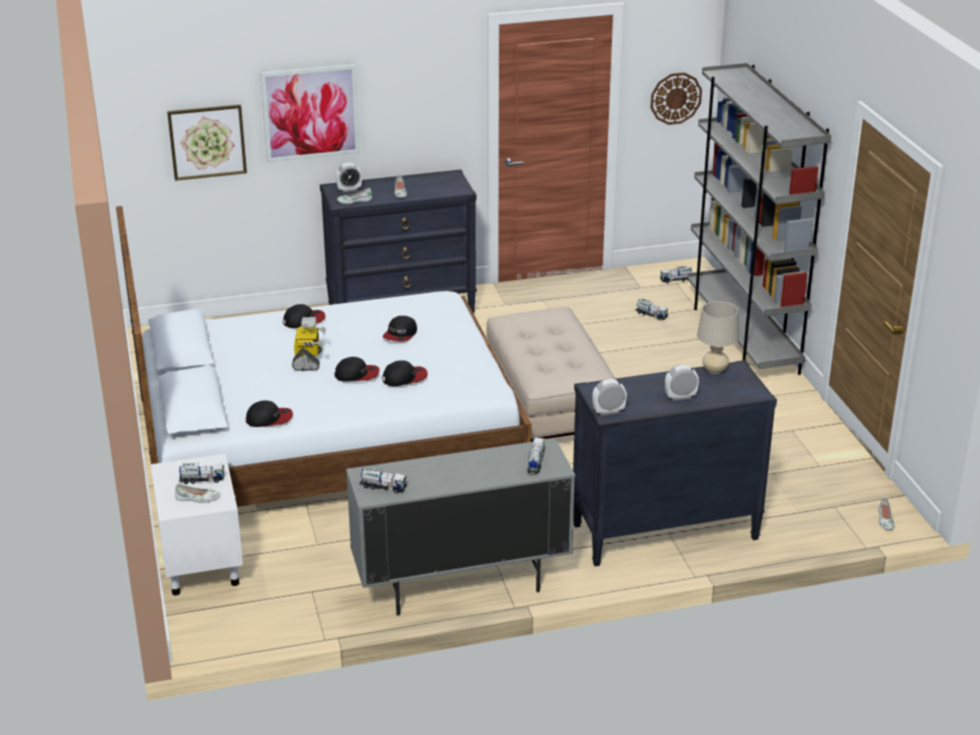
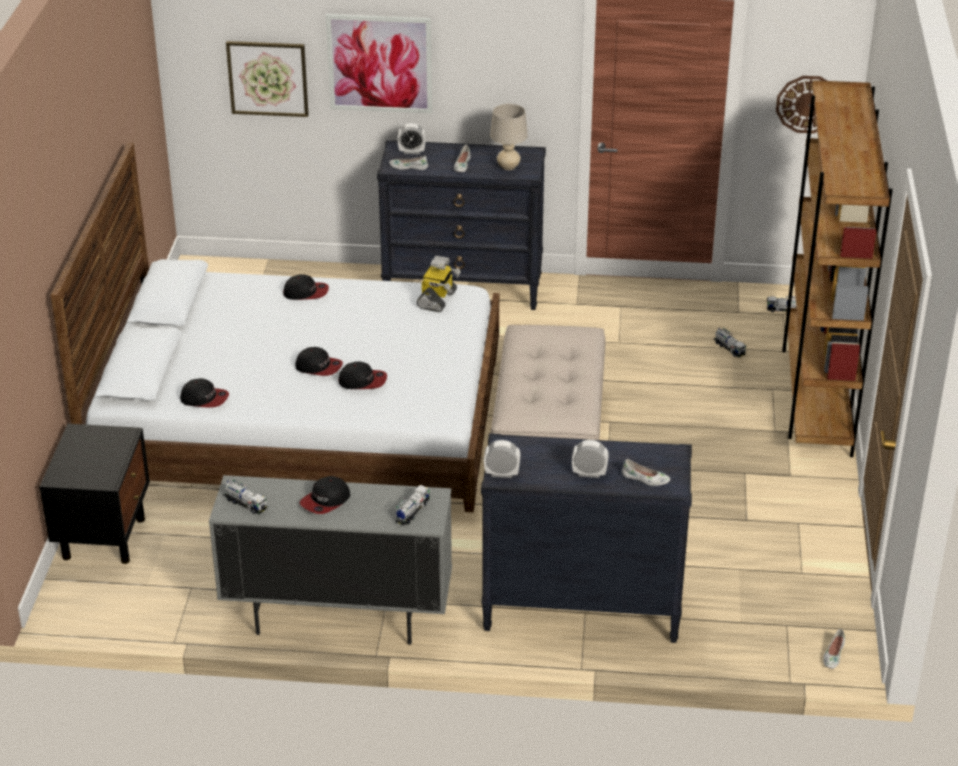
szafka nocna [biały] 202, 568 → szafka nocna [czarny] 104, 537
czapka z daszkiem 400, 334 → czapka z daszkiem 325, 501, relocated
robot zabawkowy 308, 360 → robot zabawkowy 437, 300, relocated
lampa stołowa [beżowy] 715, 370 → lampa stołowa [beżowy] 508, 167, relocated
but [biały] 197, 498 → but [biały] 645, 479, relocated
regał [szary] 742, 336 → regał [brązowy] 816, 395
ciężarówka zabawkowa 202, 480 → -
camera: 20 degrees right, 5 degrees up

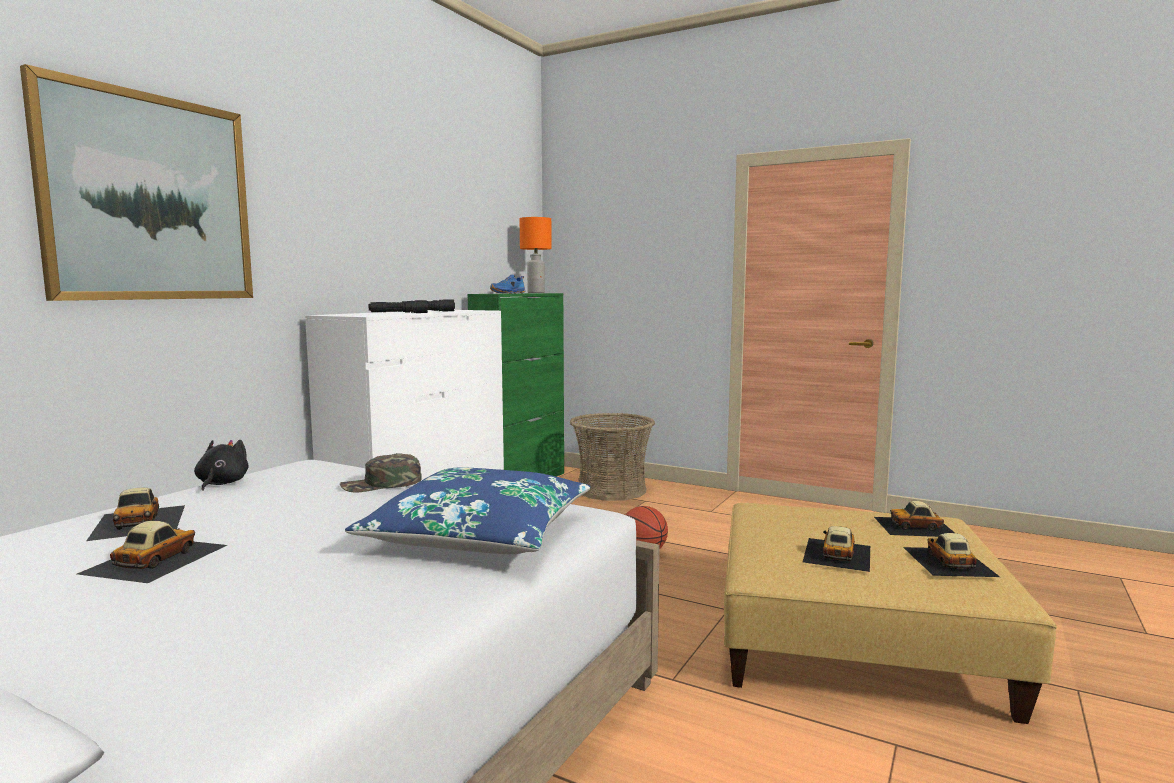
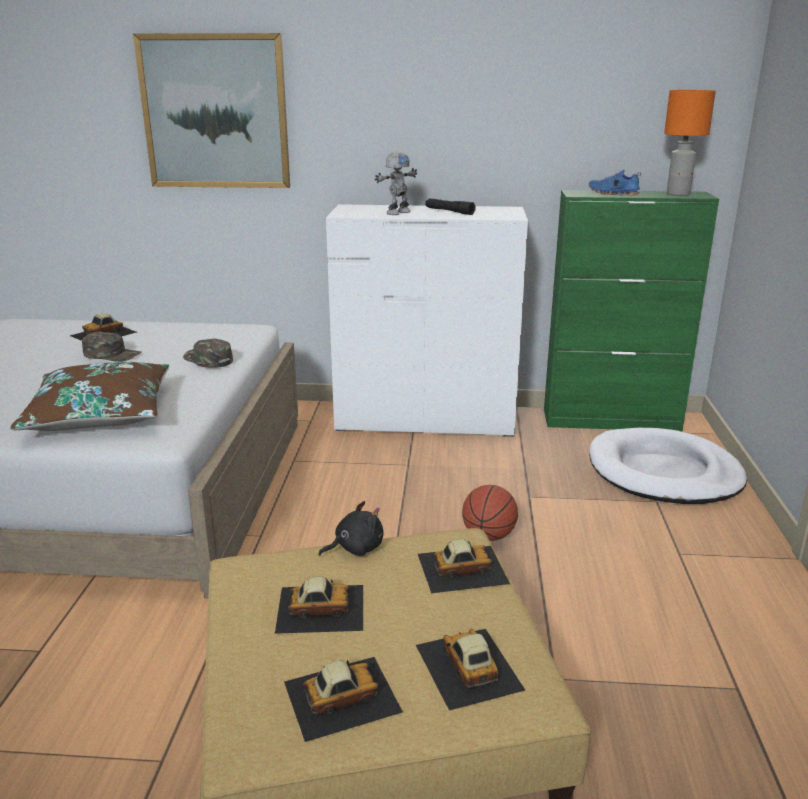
poduszka [niebieski] 479, 535 → poduszka [brązowy] 100, 413
- → czapka z daszkiem [zielony] 112, 354
pluszak [czarny] 221, 483 → pluszak [czarny] 355, 548, relocated
latarka [czarny] 398, 313 → robot zabawkowy 397, 213
samochodzik 154, 559 → samochodzik 461, 568, relocated
koszyk 611, 490 → legowisko [biały] 663, 472
camera: 65 degrees right, 15 degrees up

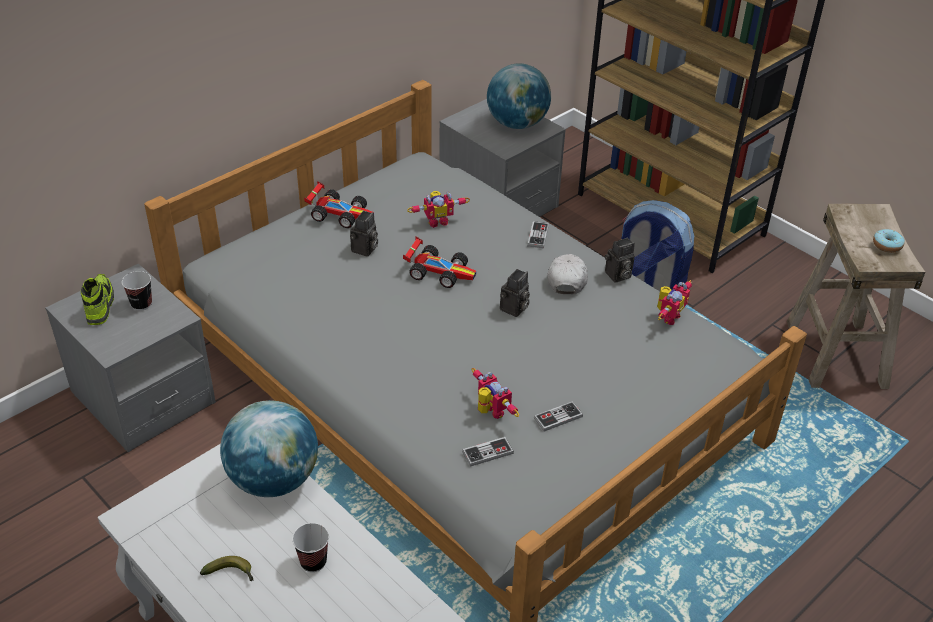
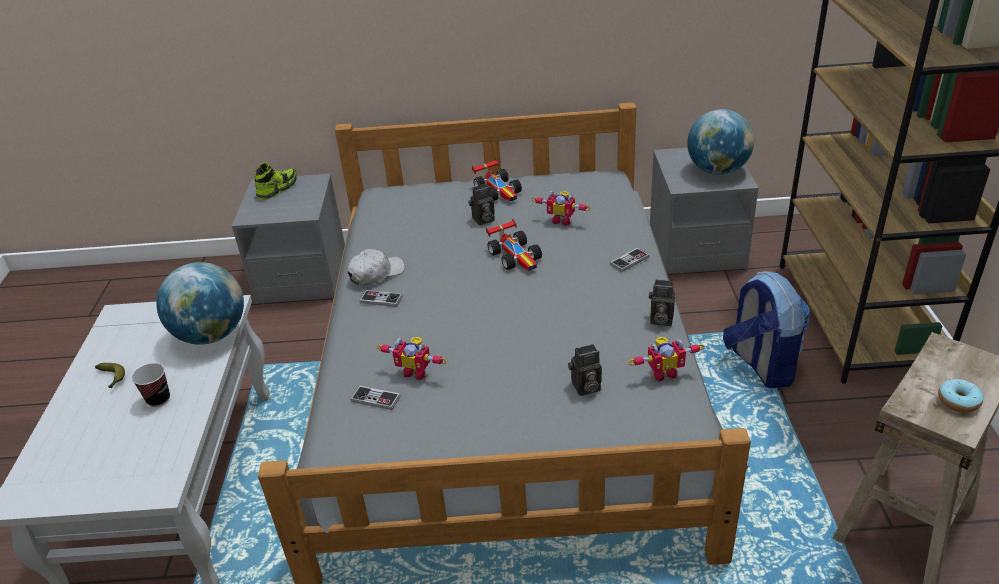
czapka z daszkiem [biały] 567, 278 → czapka z daszkiem [biały] 376, 274, relocated
pad do gier 558, 417 → pad do gier 381, 300, relocated
robot zabawkowy 490, 412 → robot zabawkowy 416, 371, 105 degrees clockwise
aparat fotograficzny 514, 309 → aparat fotograficzny 585, 388, relocated
filiżanka 141, 304 → -
camera: 45 degrees right, 5 degrees down

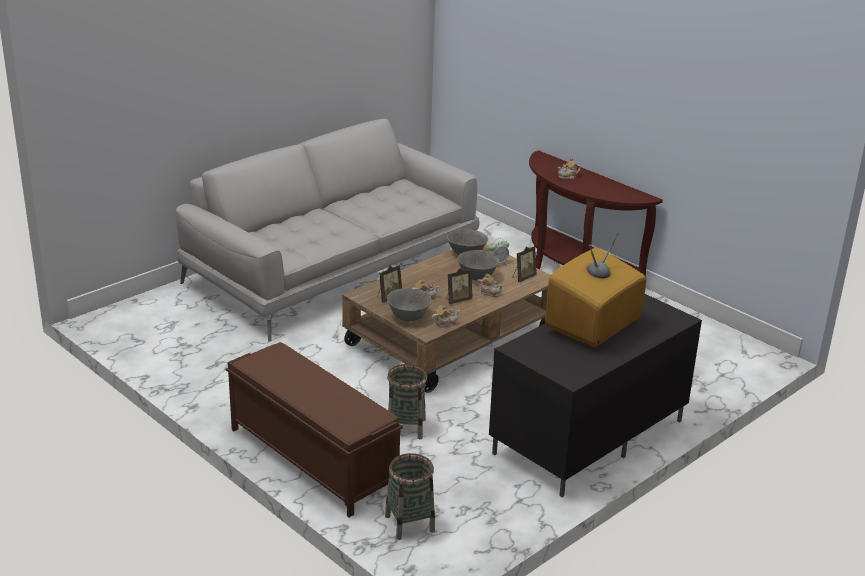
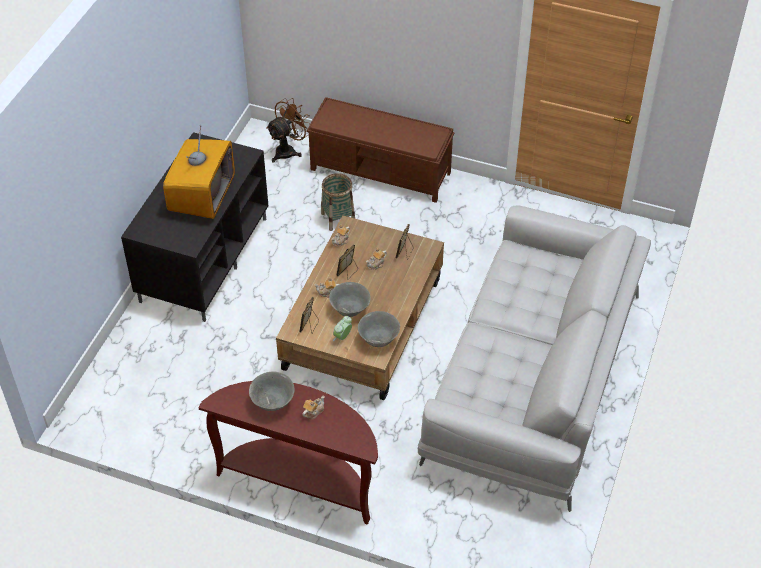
miska [szary] 408, 317 → miska [szary] 273, 402, relocated
koszyk 410, 523 → wentylator [brązowy] 289, 150
camera: 155 degrees right, 20 degrees up

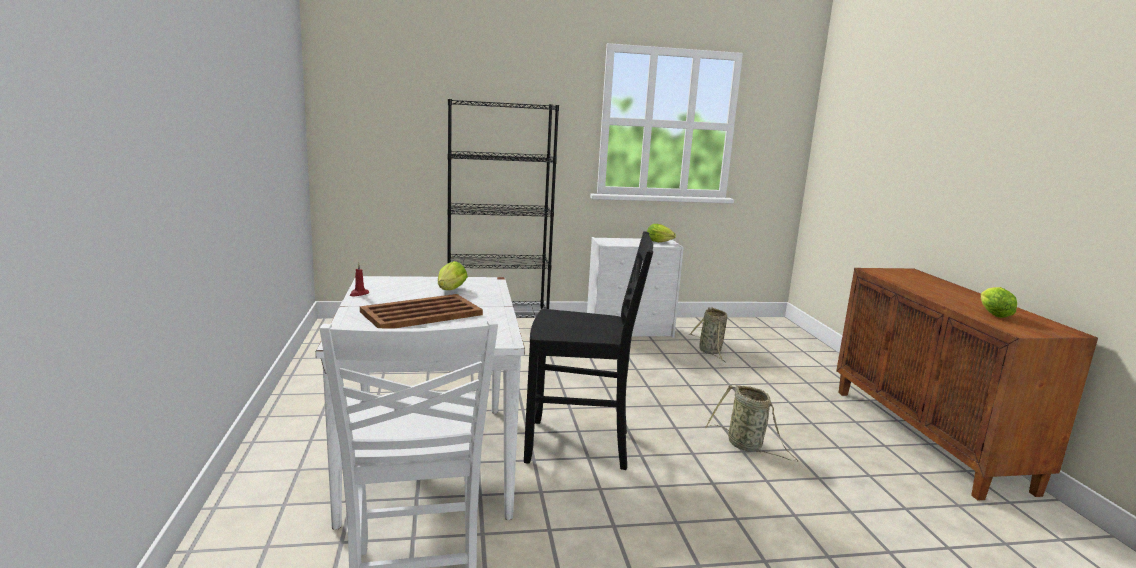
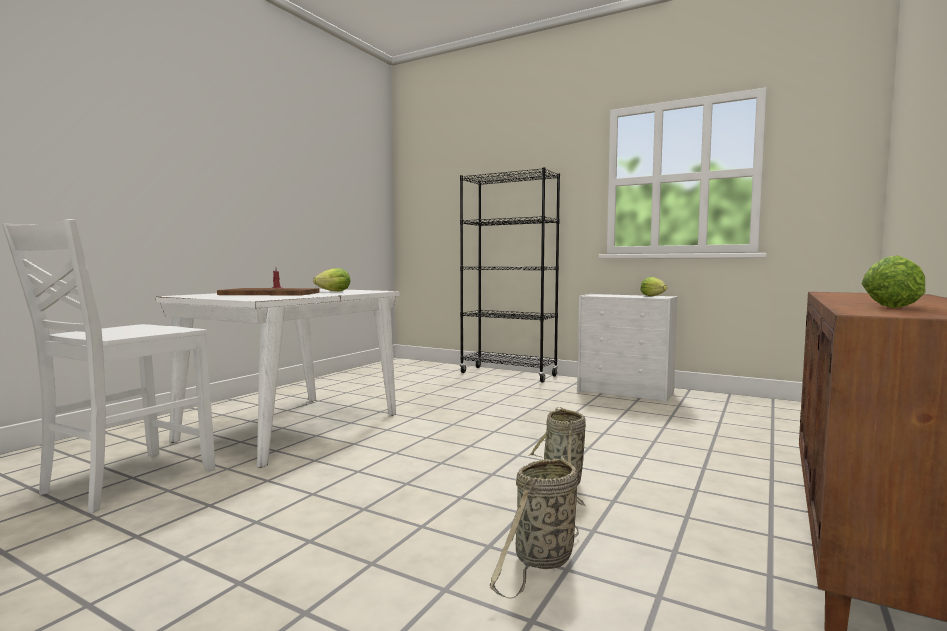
koszyk 710, 352 → koszyk 542, 561, relocated
krzesło [czarny] 580, 446 → -
camera: 40 degrees right, 10 degrees down

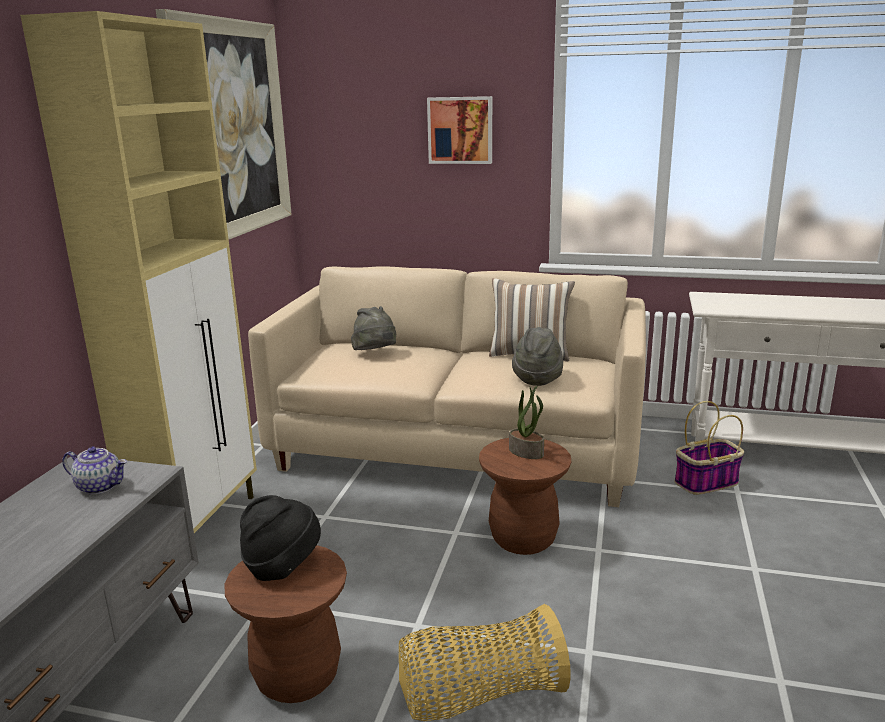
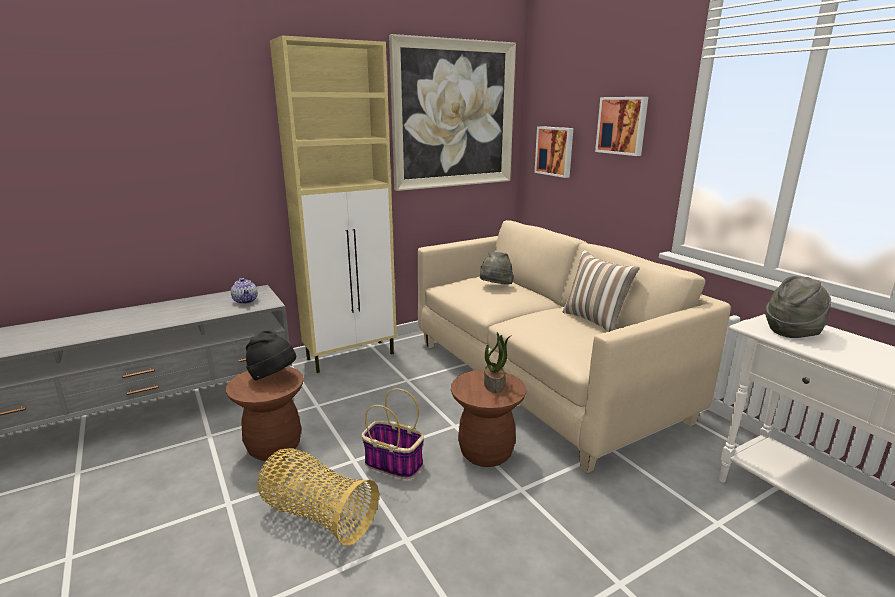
koszyk 706, 483 → koszyk 392, 463, relocated
- → obraz 555, 151
kapelusz [szary] 537, 378 → kapelusz [szary] 793, 331, relocated
camera: 45 degrees right, 0 degrees up

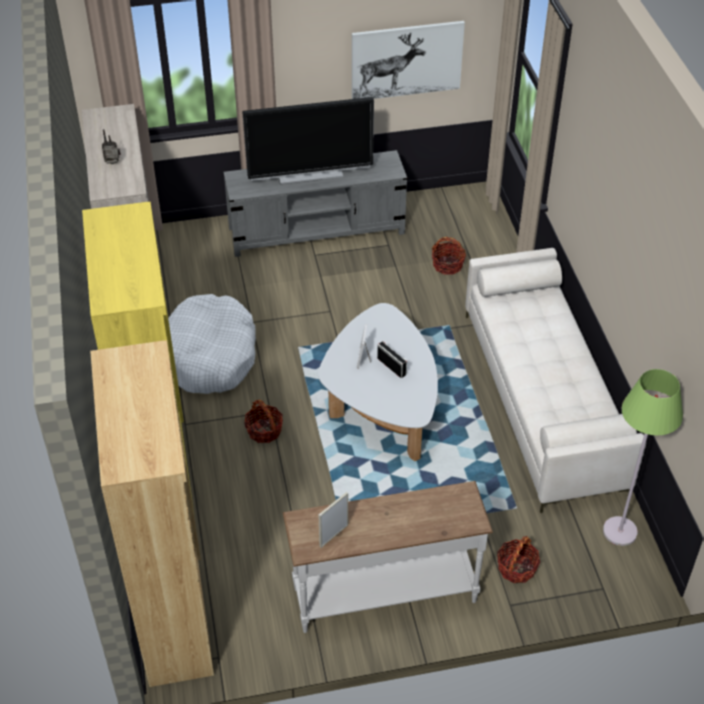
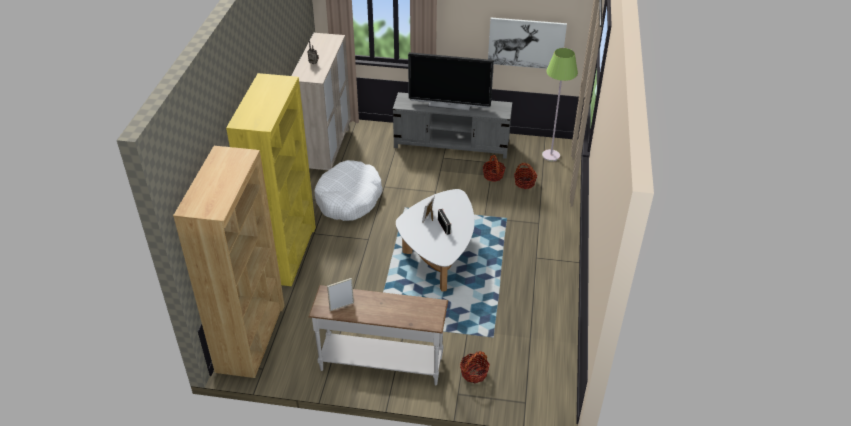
koszyk 264, 431 → koszyk 493, 175, relocated
lampa stojąca [zielony] 620, 531 → lampa stojąca [zielony] 551, 156, relocated
kanapa [beżowy] 543, 401 → -
camera: 20 degrees right, 5 degrees down

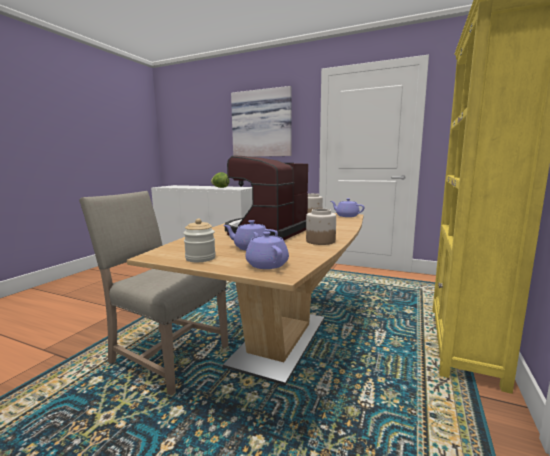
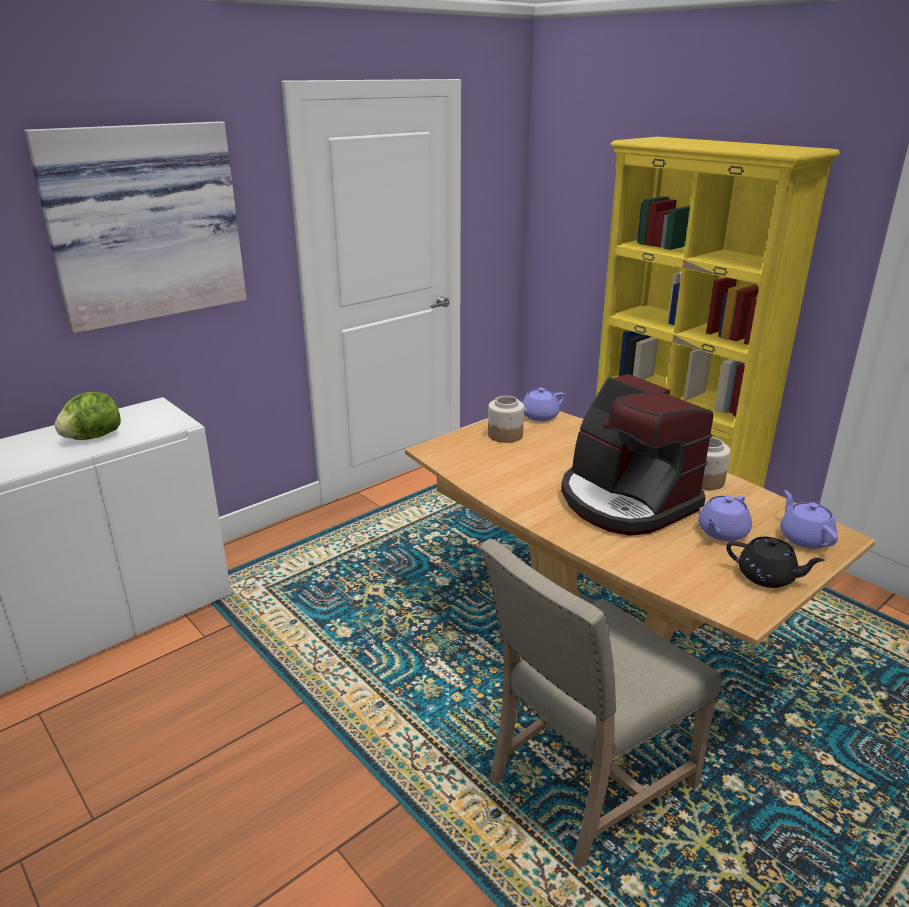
słoik 200, 258 → imbryk [czarny] 767, 577
imbryk [fioletowy] 266, 264 → imbryk [fioletowy] 804, 538, 75 degrees clockwise
camera: 65 degrees left, 15 degrees up

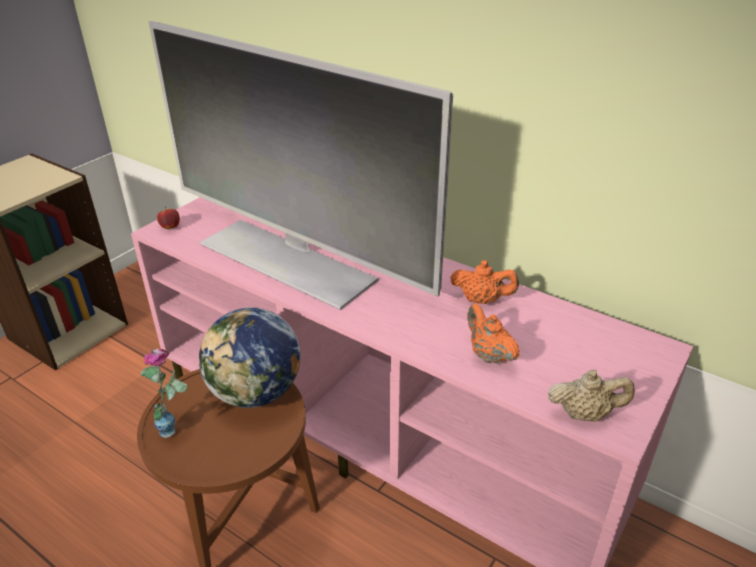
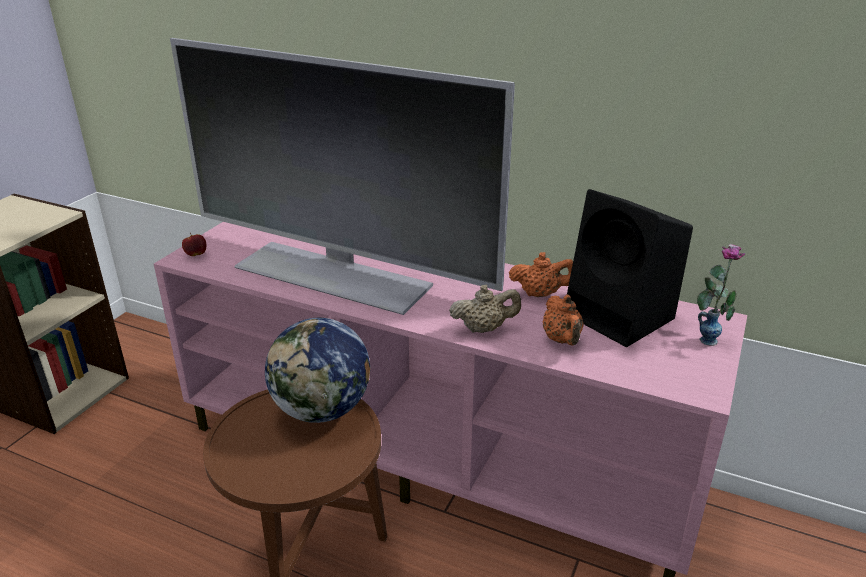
imbryk [beżowy] 585, 414 → imbryk [beżowy] 484, 329, relocated
imbryk [pomarańczowy] 488, 355 → imbryk [pomarańczowy] 562, 340, 150 degrees counterclockwise
- → głośnik [czarny] 621, 317
wazon 175, 424 → wazon 709, 335, relocated
camera: 10 degrees left, 5 degrees down

